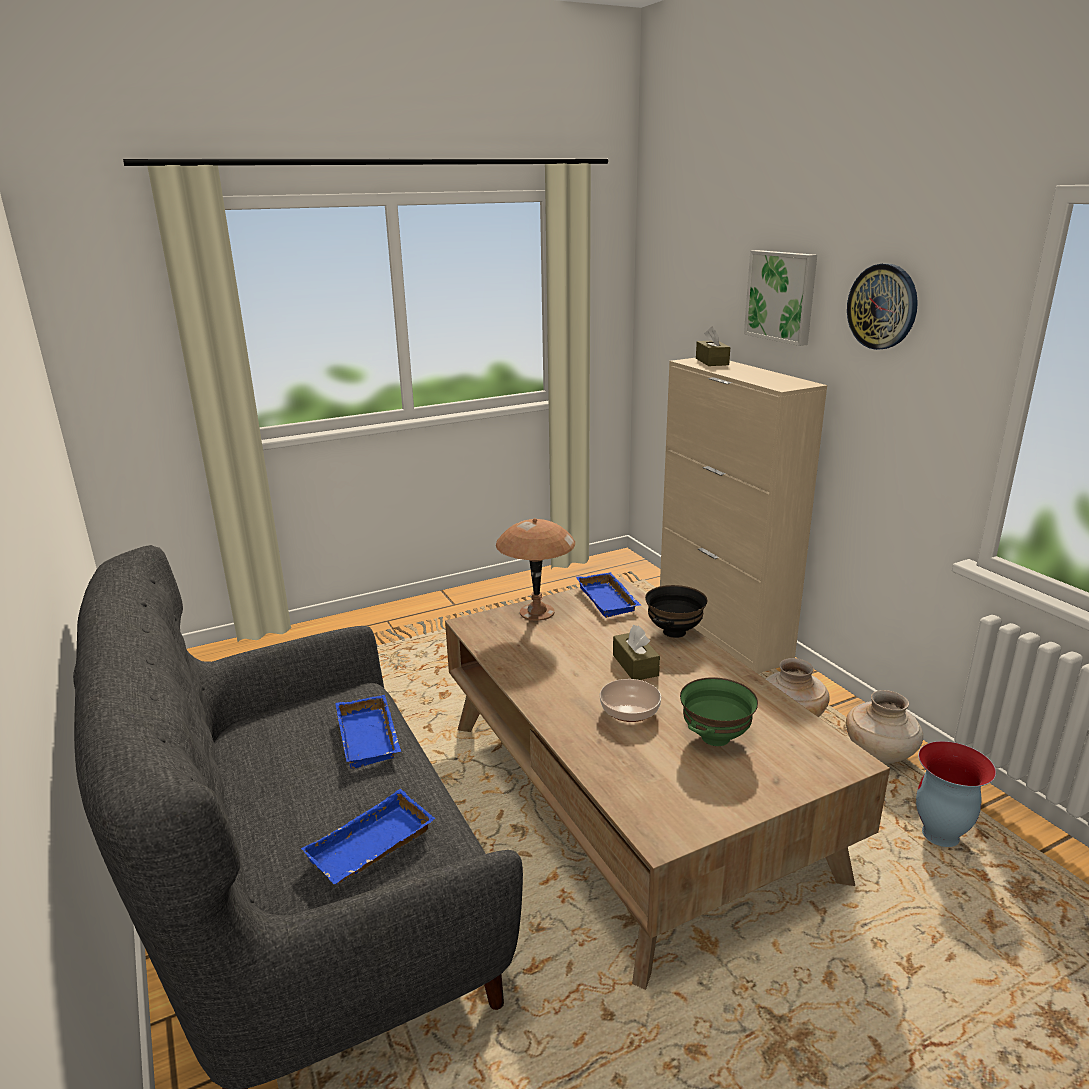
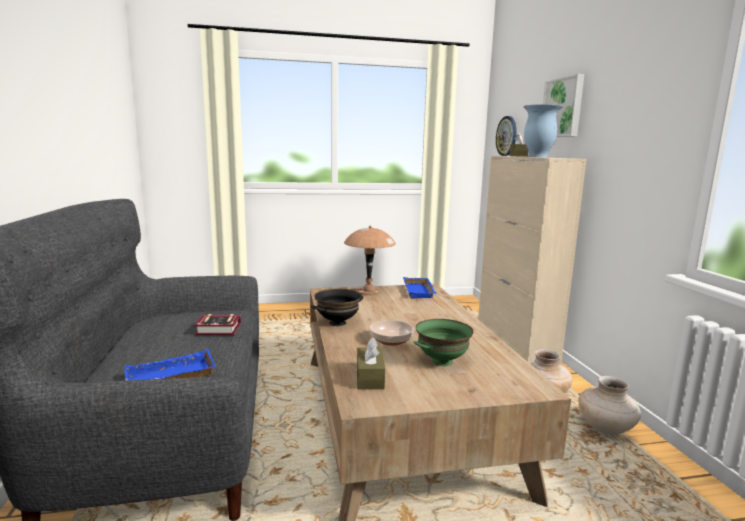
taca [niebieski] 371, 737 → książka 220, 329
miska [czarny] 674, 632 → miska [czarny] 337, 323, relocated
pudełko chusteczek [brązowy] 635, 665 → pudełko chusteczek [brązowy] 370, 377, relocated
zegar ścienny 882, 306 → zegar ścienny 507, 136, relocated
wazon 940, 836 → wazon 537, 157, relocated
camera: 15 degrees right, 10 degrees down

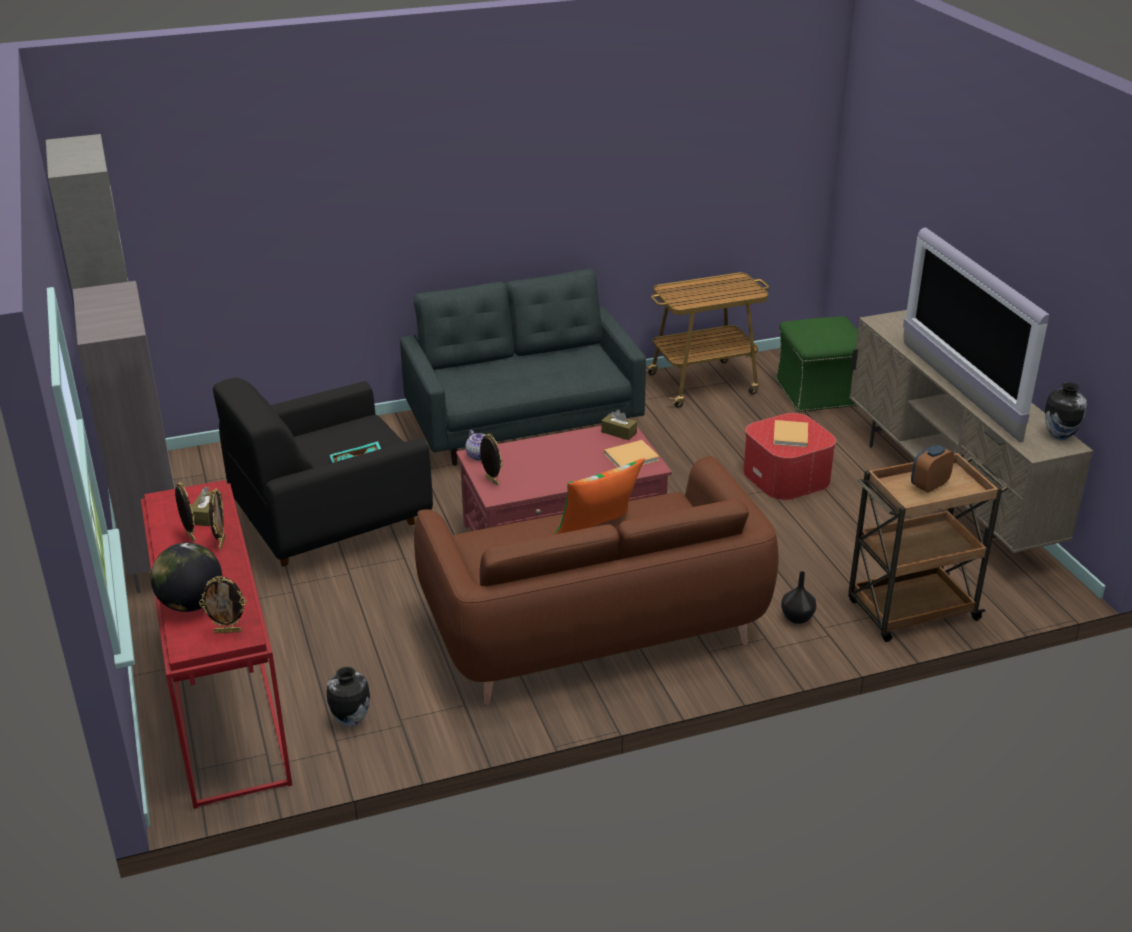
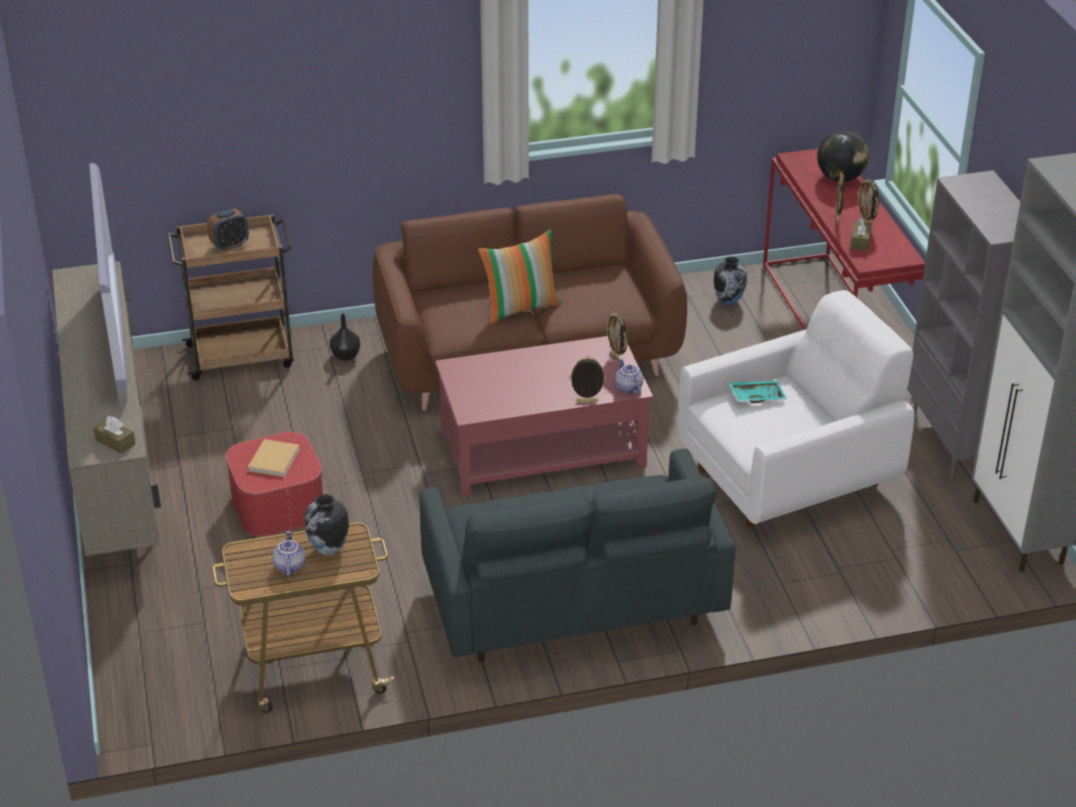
pudełko chusteczek [brązowy] 619, 432 → pudełko chusteczek [brązowy] 115, 442, relocated
- → imbryk 289, 566
wazon 1059, 435 → wazon 328, 550, relocated
ramka na zdjęcie 228, 631 → ramka na zdjęcie 587, 402, relocated
fotel [czarny] 329, 522 → fotel [biały] 789, 477
książka [beżowy] 632, 457 → -
pufa [zielony] 819, 393 → -
camera: 175 degrees left, 5 degrees up

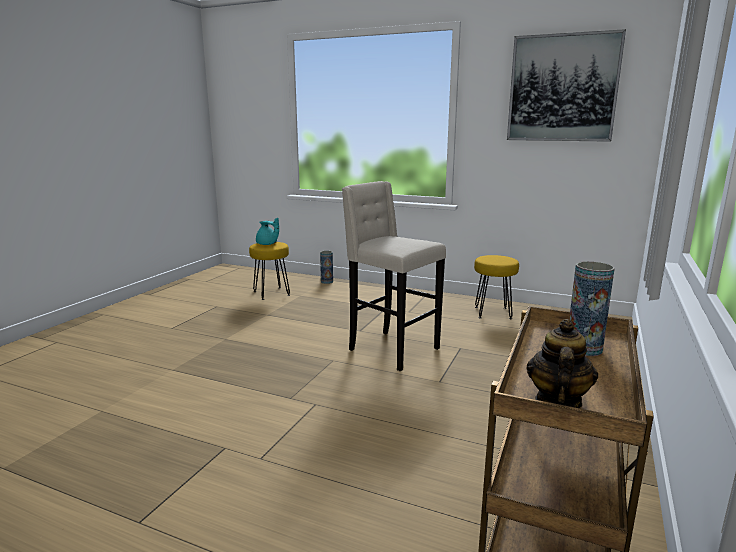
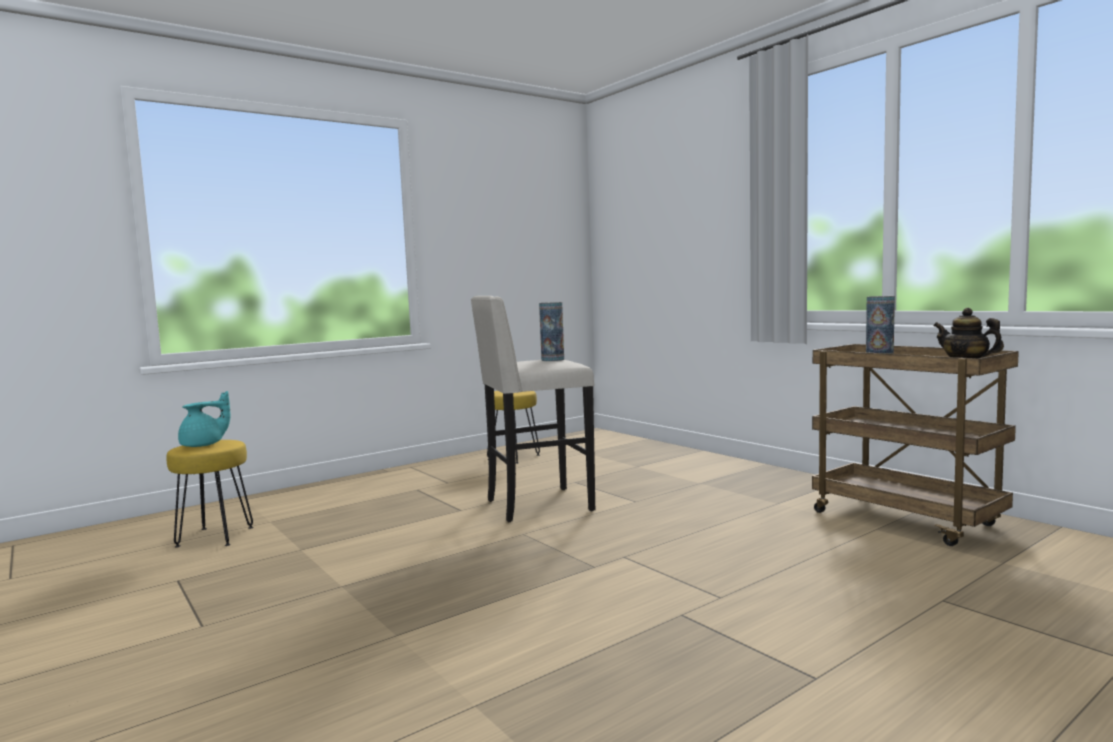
wazon 327, 282 → wazon 552, 360, relocated
obraz 562, 88 → -
camera: 60 degrees left, 10 degrees down

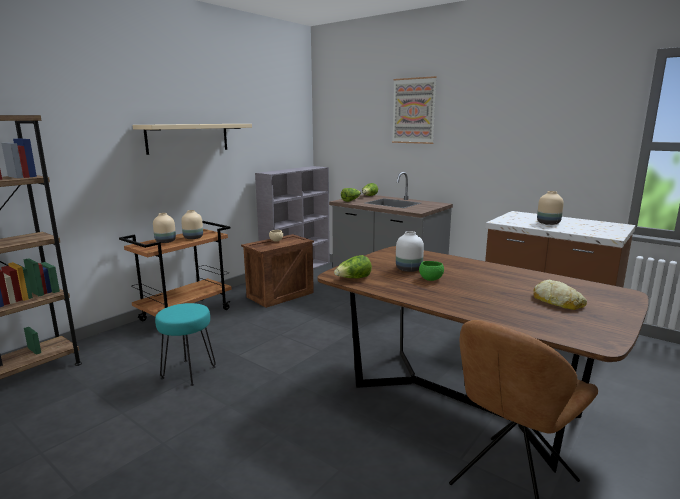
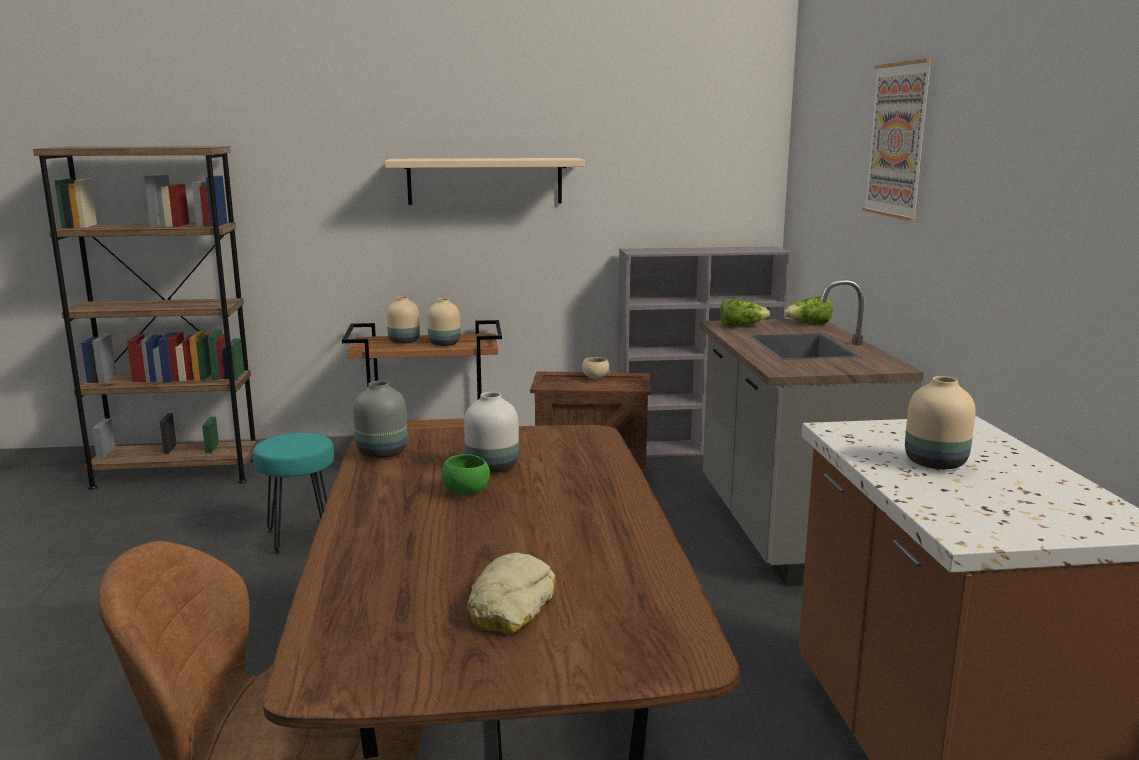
sałata 353, 279 → wazon [szary] 383, 453
camera: 45 degrees right, 0 degrees up

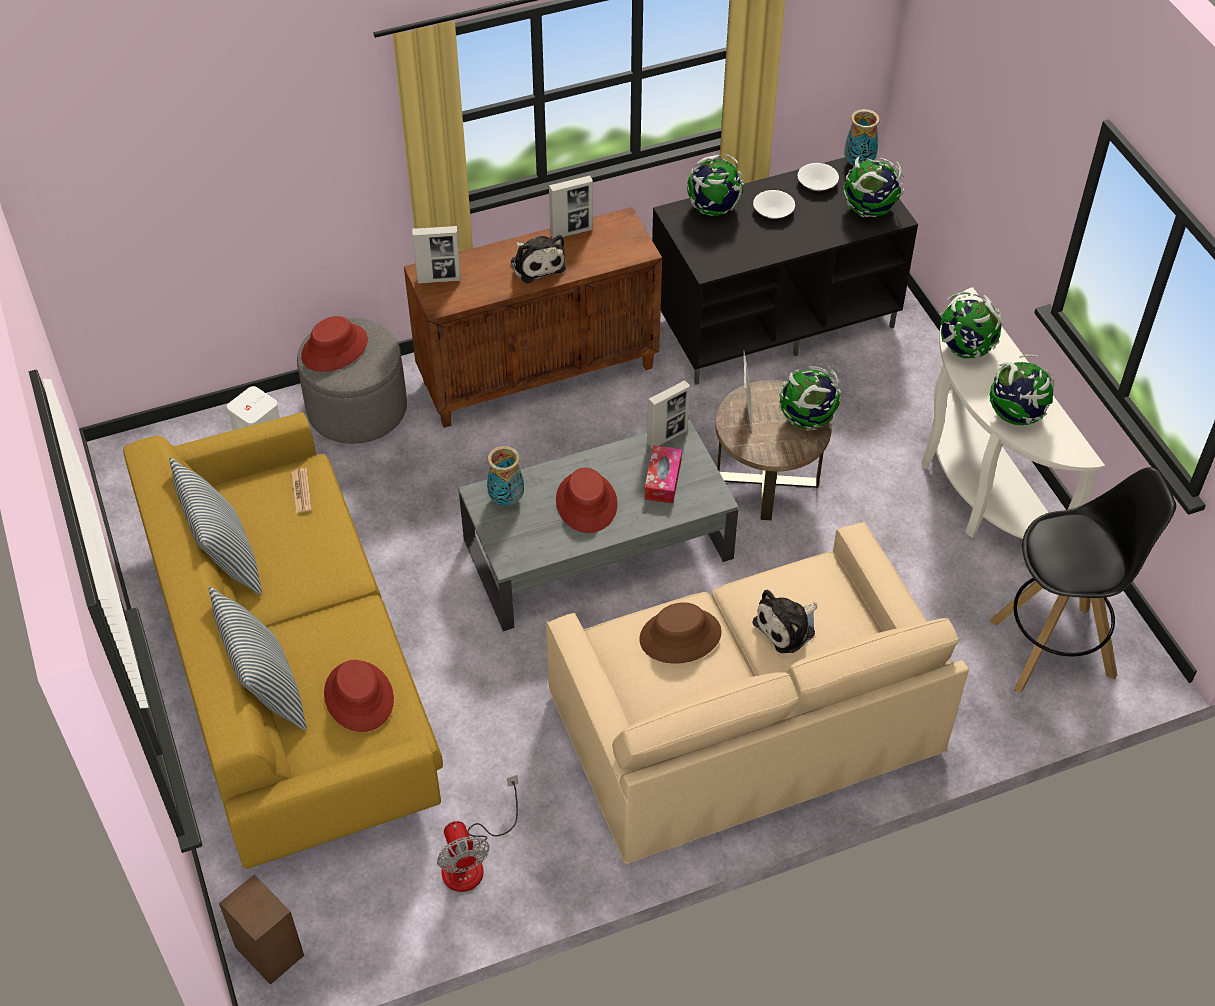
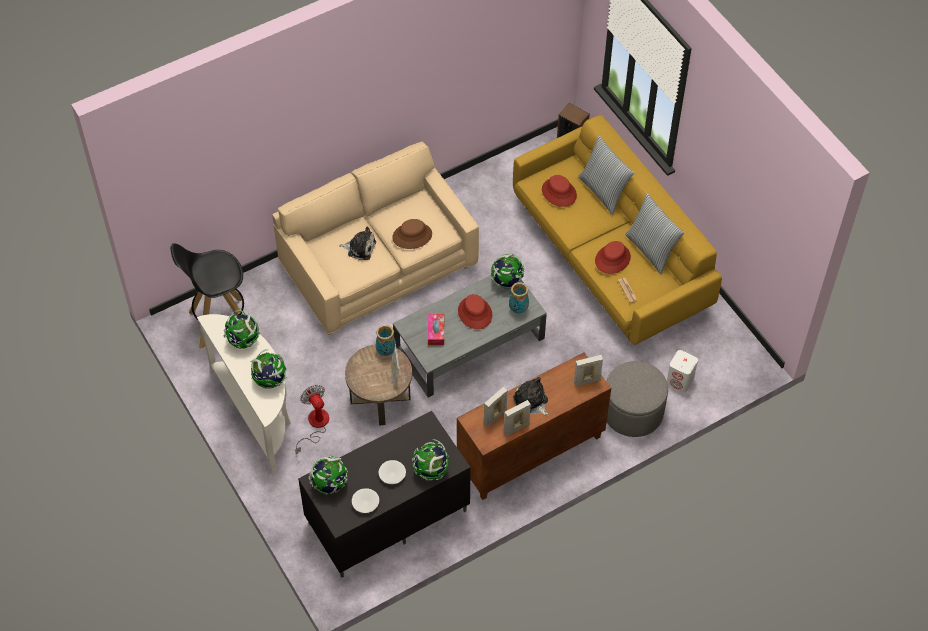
wentylator 472, 859 → wentylator 315, 425, relocated
pluszak 787, 627 → pluszak 360, 248, 60 degrees clockwise
wazon 858, 164 → wazon 386, 351, relocated
ramka na zdjęcie 667, 437 → ramka na zdjęcie 495, 417, relocated
globus 807, 419 → globus 506, 281, relocated
kapelusz [czerwony] 335, 348 → kapelusz [czerwony] 612, 259, relocated
camera: 170 degrees right, 5 degrees up

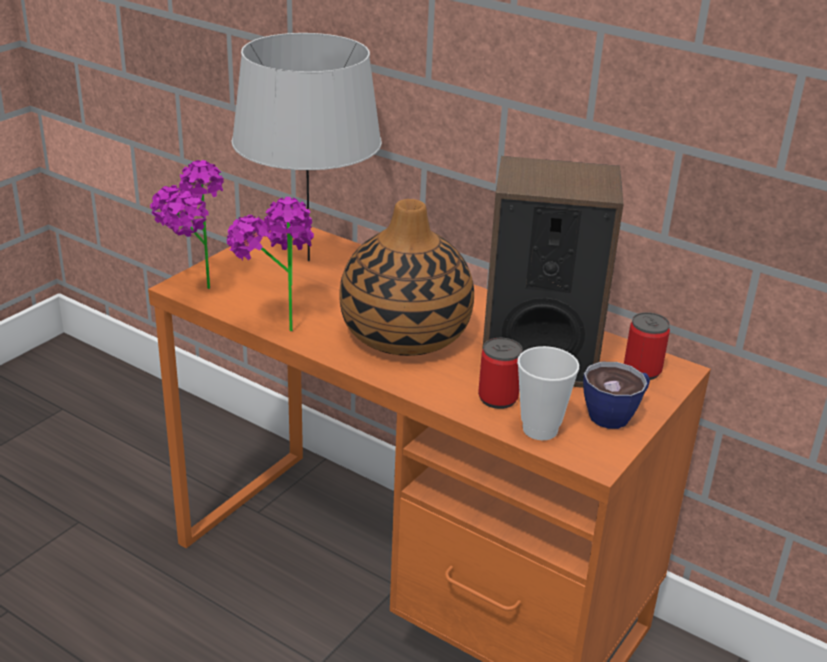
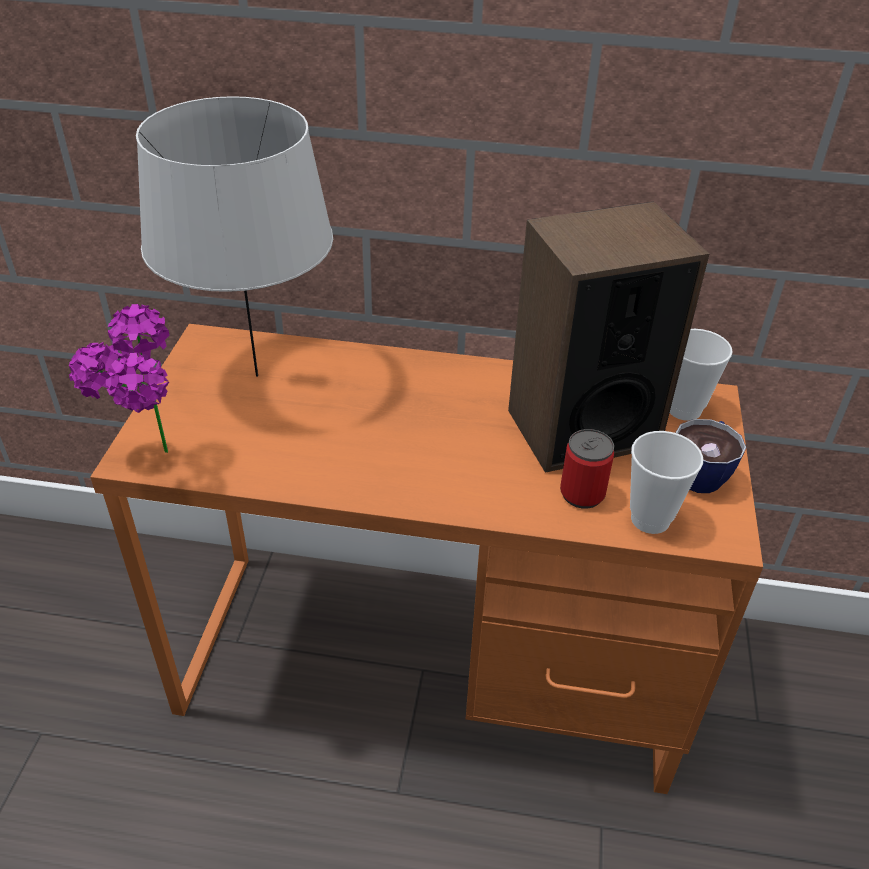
puszka 642, 370 → filiżanka 684, 409
roślina doniczkowa 277, 325 → -
wazon 405, 334 → -
camera: 25 degrees left, 10 degrees up

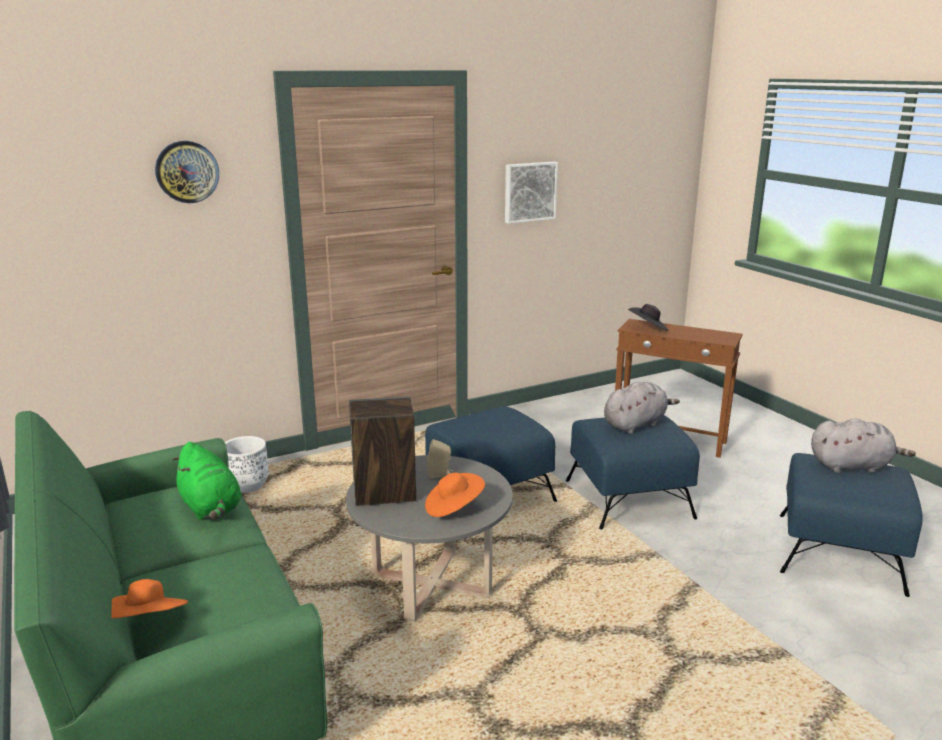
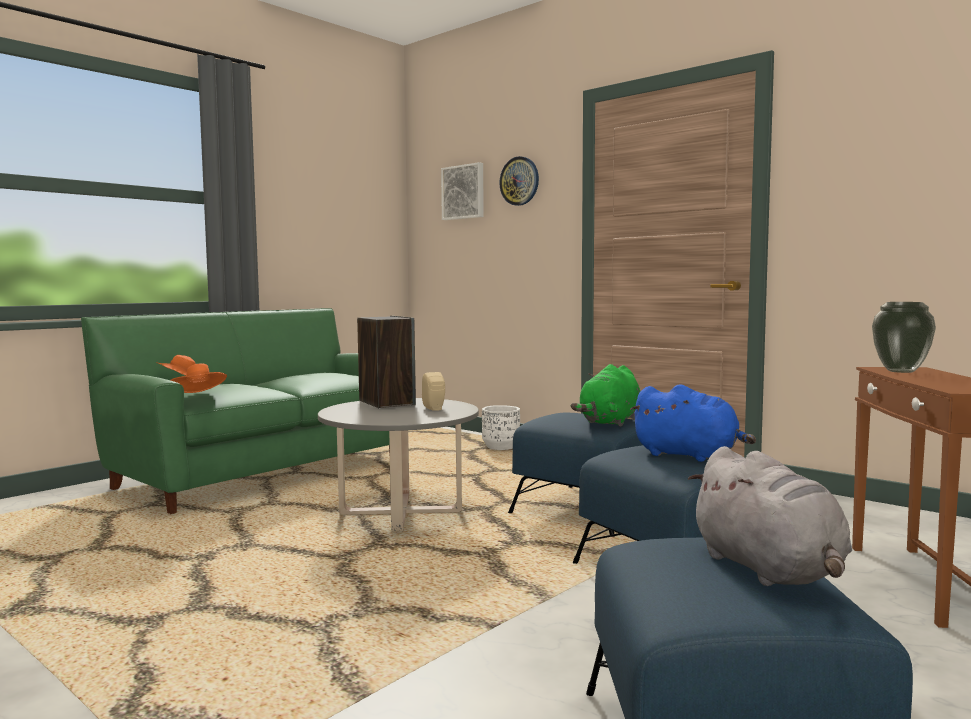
kapelusz [pomarańczowy] 453, 507 → kapelusz [pomarańczowy] 200, 395, relocated
obraz 529, 192 → obraz 464, 192, relocated
pluszak [zielony] 211, 508 → pluszak [zielony] 610, 422, relocated
pluszak [szary] 636, 424 → pluszak [niebieski] 689, 456
kapelusz [czarny] 648, 329 → wazon 900, 371
camera: 70 degrees right, 15 degrees down

